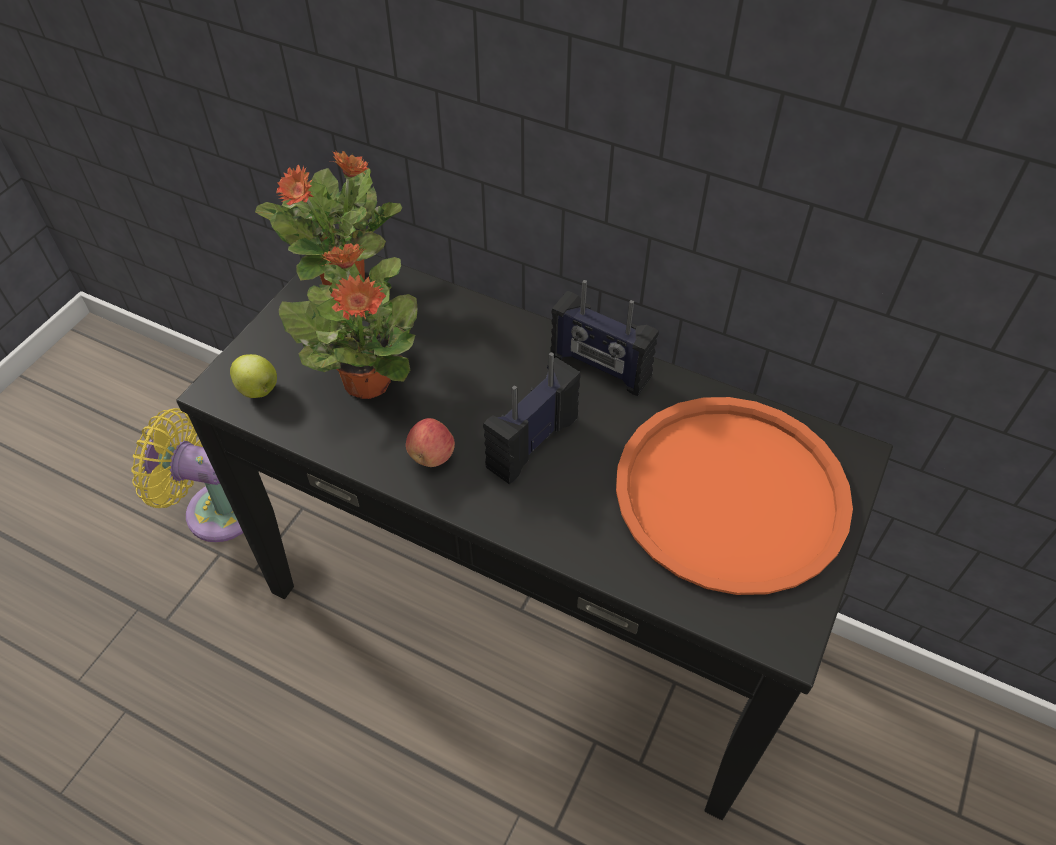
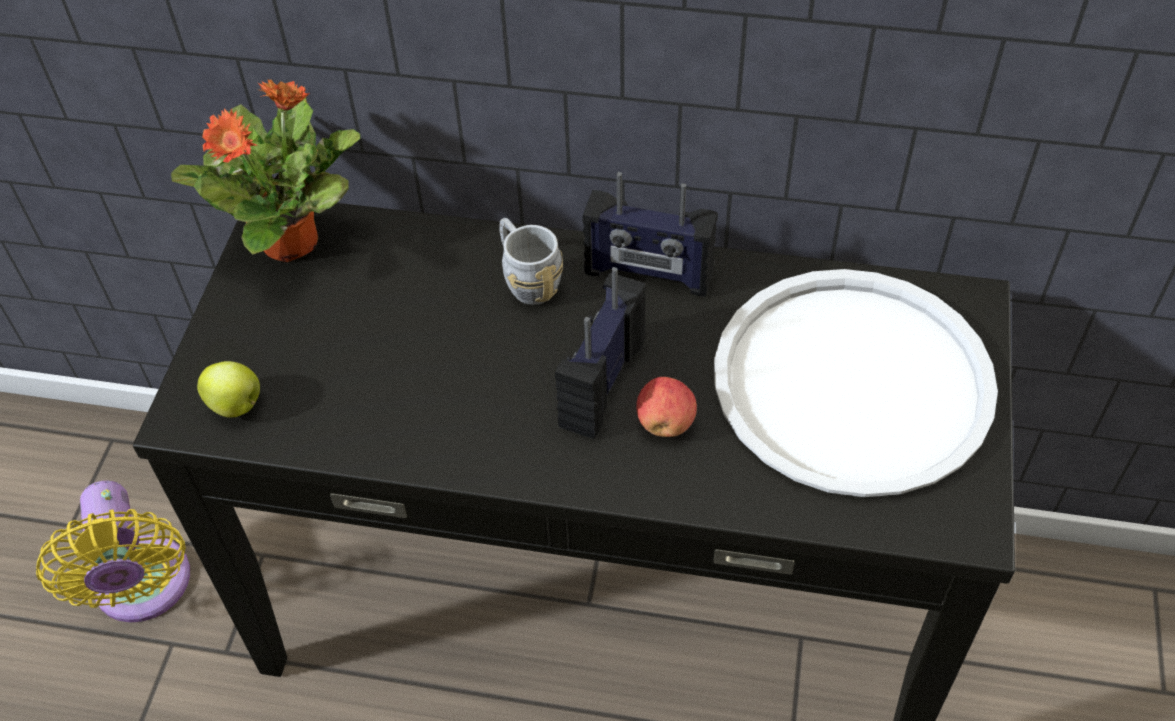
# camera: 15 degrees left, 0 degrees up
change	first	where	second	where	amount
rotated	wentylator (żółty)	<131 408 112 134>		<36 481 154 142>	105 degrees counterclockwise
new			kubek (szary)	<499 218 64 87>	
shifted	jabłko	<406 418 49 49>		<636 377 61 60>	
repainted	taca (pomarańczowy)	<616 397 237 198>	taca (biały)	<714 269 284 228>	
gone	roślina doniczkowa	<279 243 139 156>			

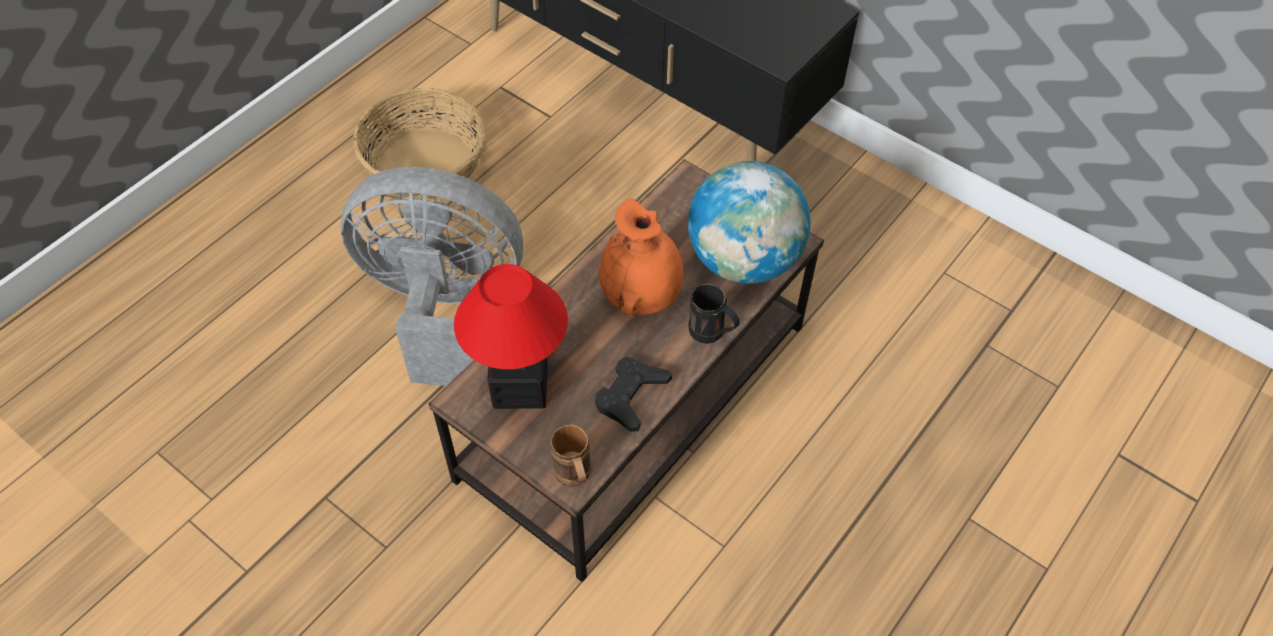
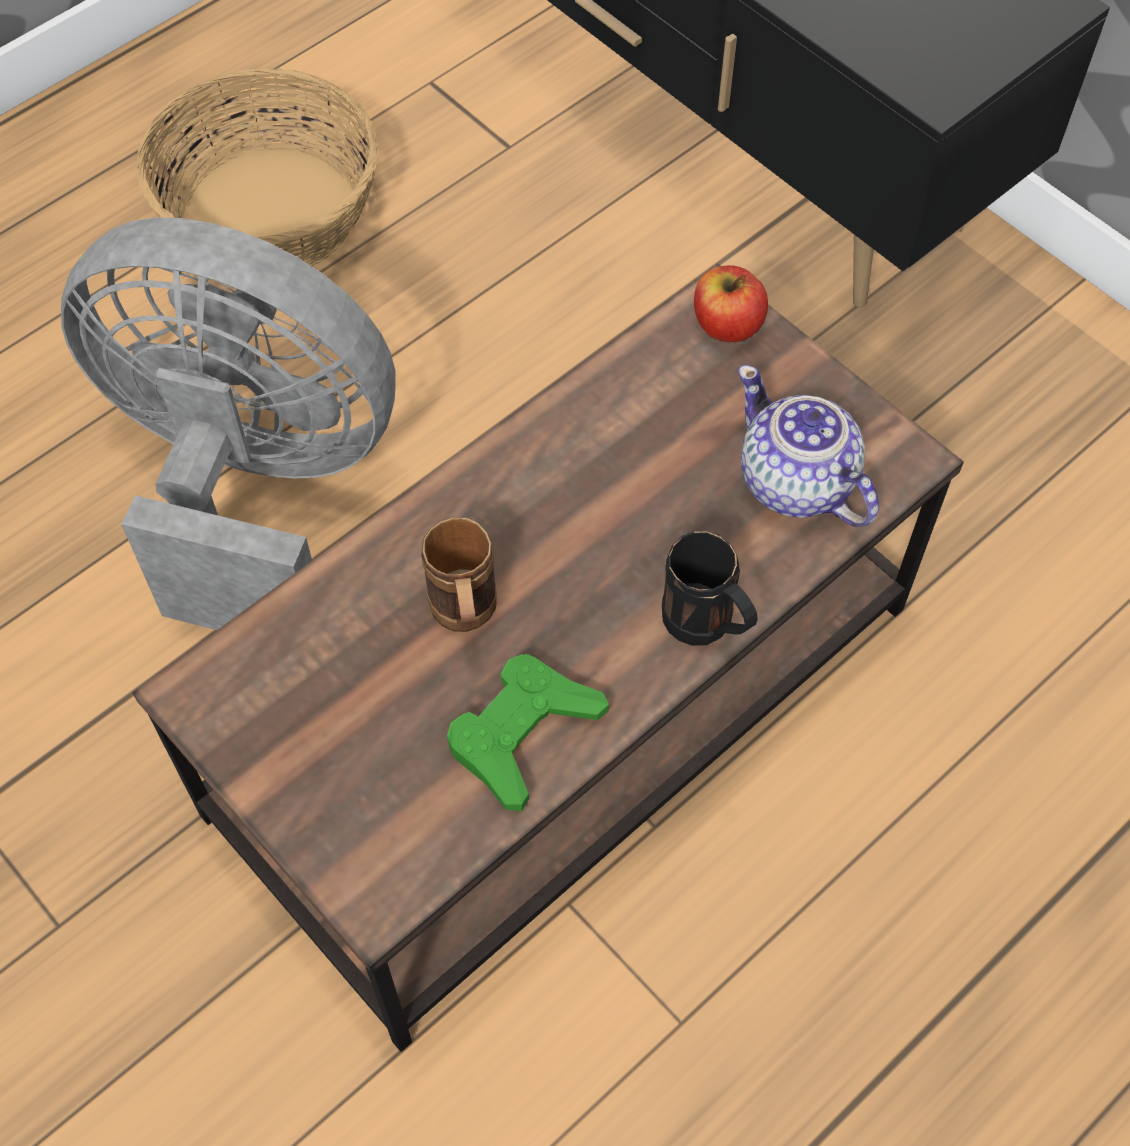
# camera: 10 degrees right, 5 degrees up
change	first	where	second	where	amount
shifted	kubek (brązowy)	<550 424 41 63>		<421 517 76 115>	
repainted	pad do gier (czarny)	<595 357 77 75>	pad do gier (zielony)	<447 654 162 157>	
new			jabłko	<694 265 74 77>	
swapped	globus	<688 161 123 123>	imbryk	<738 365 141 162>	
gone	lampa stołowa	<454 264 114 145>			
gone	wazon (pomarańczowy)	<599 198 85 118>			

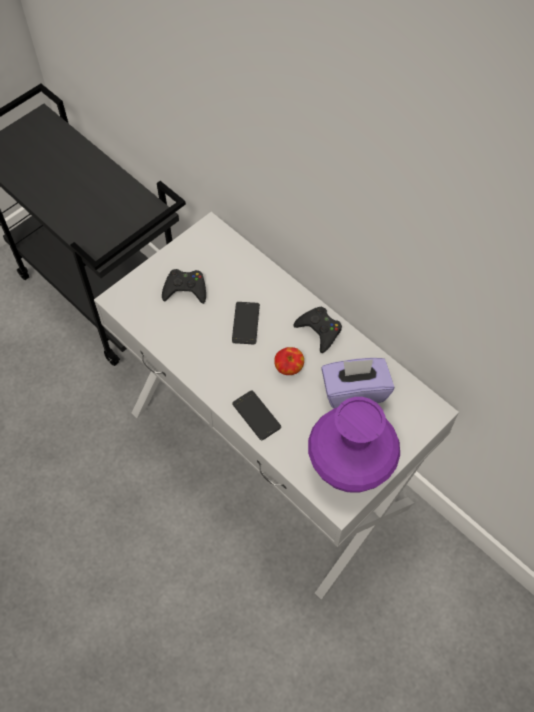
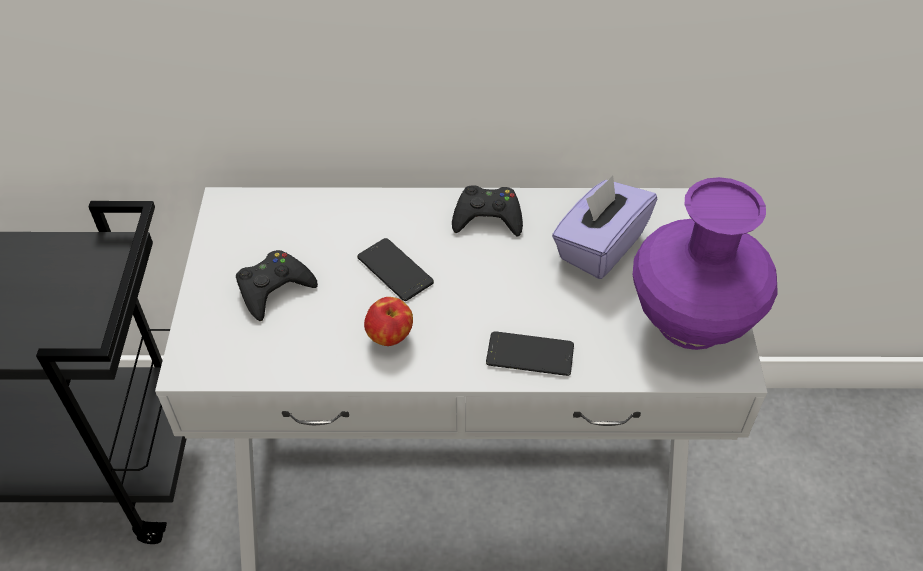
# camera: 45 degrees left, 10 degrees down
change	first	where	second	where	amount
shifted	jabłko	<274 347 30 28>		<364 297 49 49>	

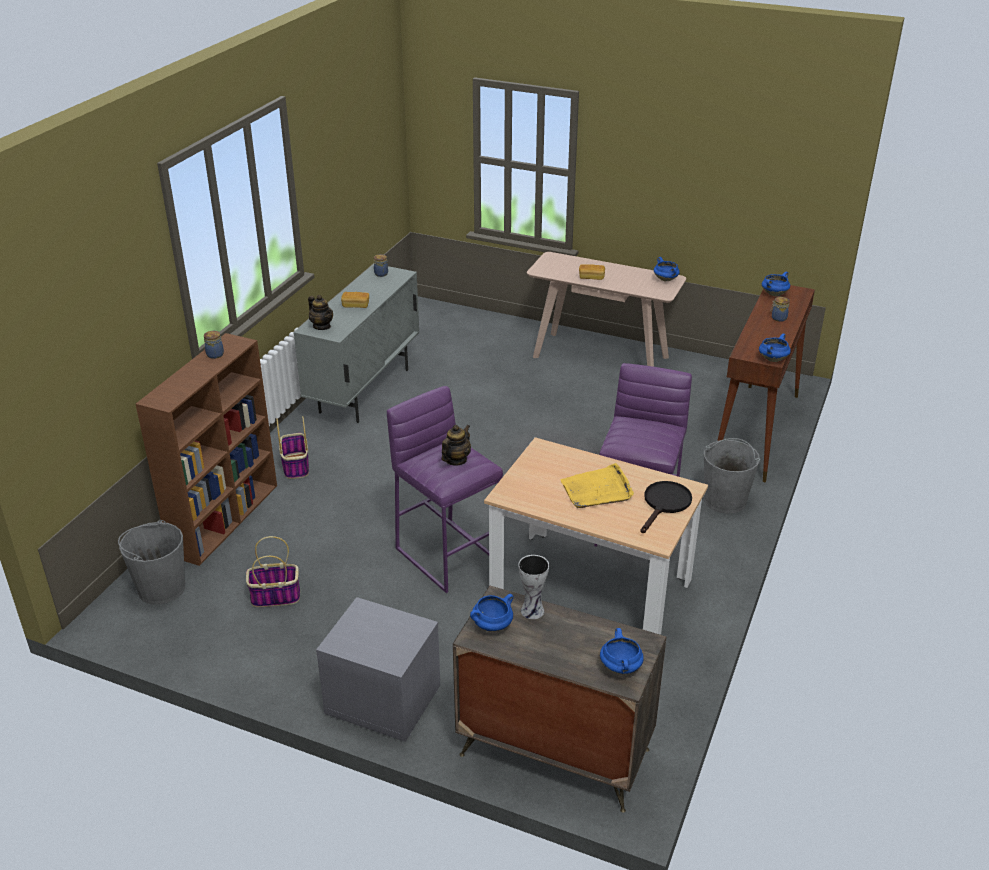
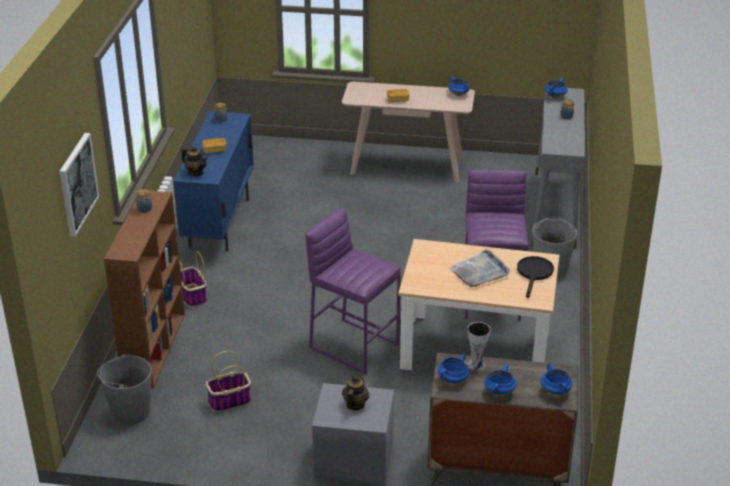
# camera: 15 degrees left, 0 degrees up
change	first	where	second	where	amount
new			obraz	<59 133 40 104>	
repainted	szafka (szary)	<293 264 126 159>	szafka (niebieski)	<174 111 80 141>	
shifted	imbryk	<442 424 29 42>		<342 372 27 38>	
repainted	taca (żółty)	<560 463 74 45>	taca (szary)	<450 249 60 38>	
shifted	garnek (niebieski)	<759 334 32 28>		<484 364 32 32>	
repainted	stolik konsolowy (brązowy)	<717 285 98 197>	stolik konsolowy (szary)	<531 86 54 163>	

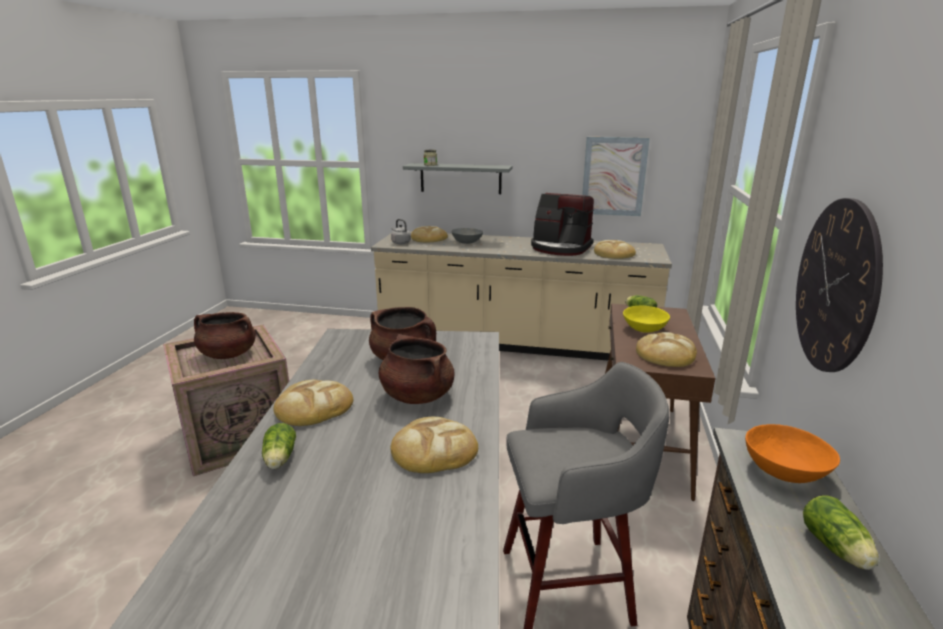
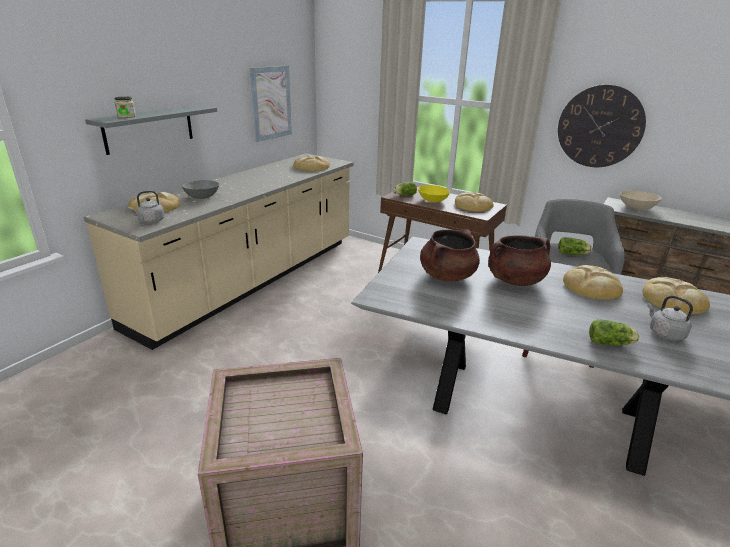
# camera: 70 degrees left, 5 degrees up
change	first	where	second	where	amount
shifted	sałata	<803 495 76 75>		<558 237 34 18>	
repainted	miska (pomarańczowy)	<745 424 95 59>	miska (beżowy)	<620 191 41 19>	
shifted	chleb	<273 380 80 46>		<643 277 67 38>	
new			czajnik (szary)	<647 295 46 46>	
gone	garnek (brązowy)	<194 312 62 47>			
gone	ekspres do kawy	<531 193 63 63>			

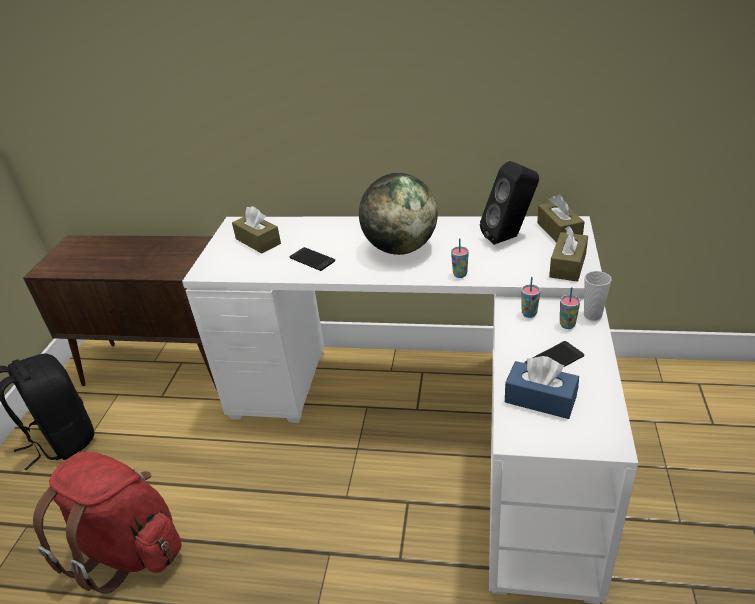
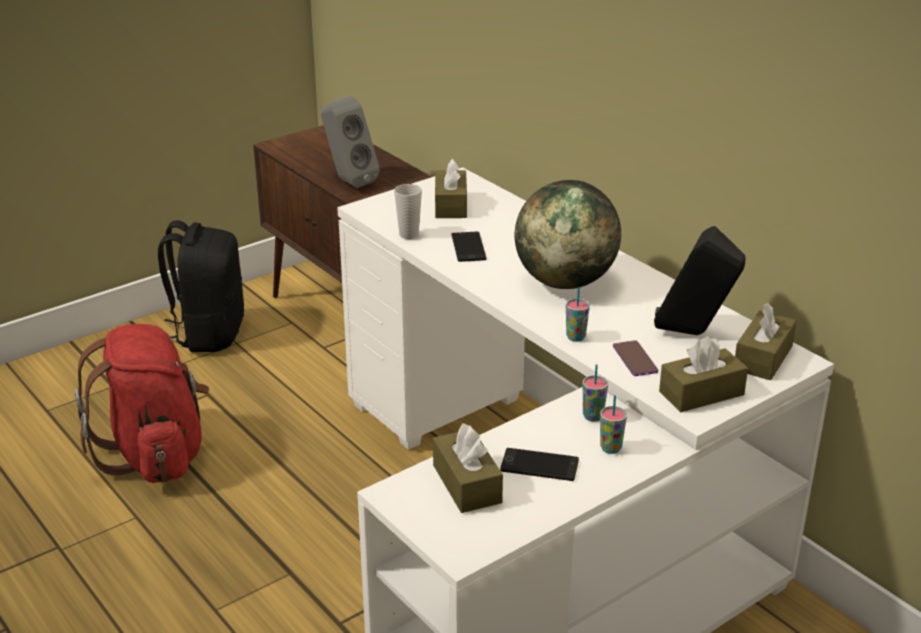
# camera: 40 degrees right, 5 degrees down
change	first	where	second	where	amount
new			głośnik (szary)	<321 96 59 92>	
shifted	filiżanka	<584 271 27 50>		<394 184 28 55>	
repainted	pudełko chusteczek (niebieski)	<505 356 74 63>	pudełko chusteczek (brązowy)	<433 423 70 90>	
new			telefon	<613 340 46 36>	

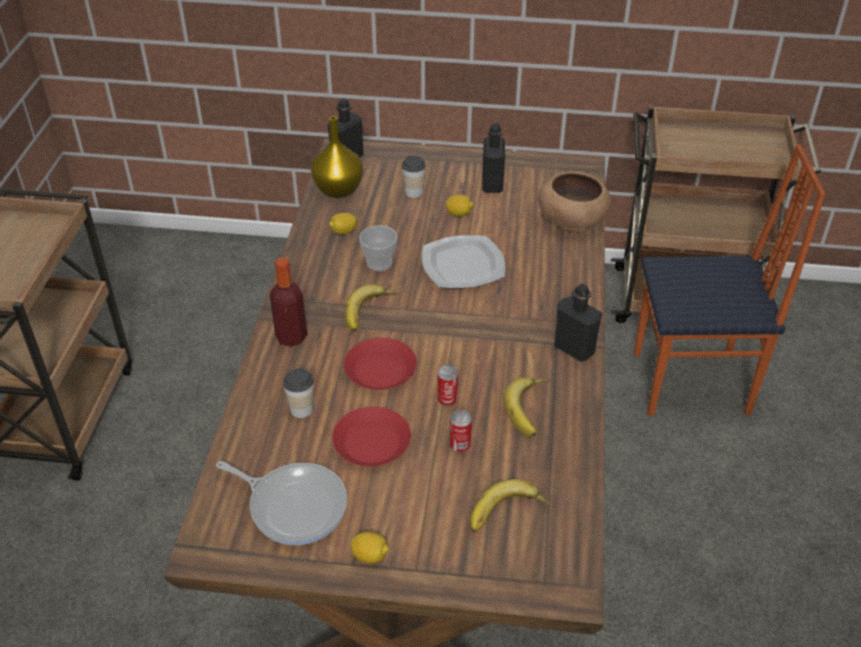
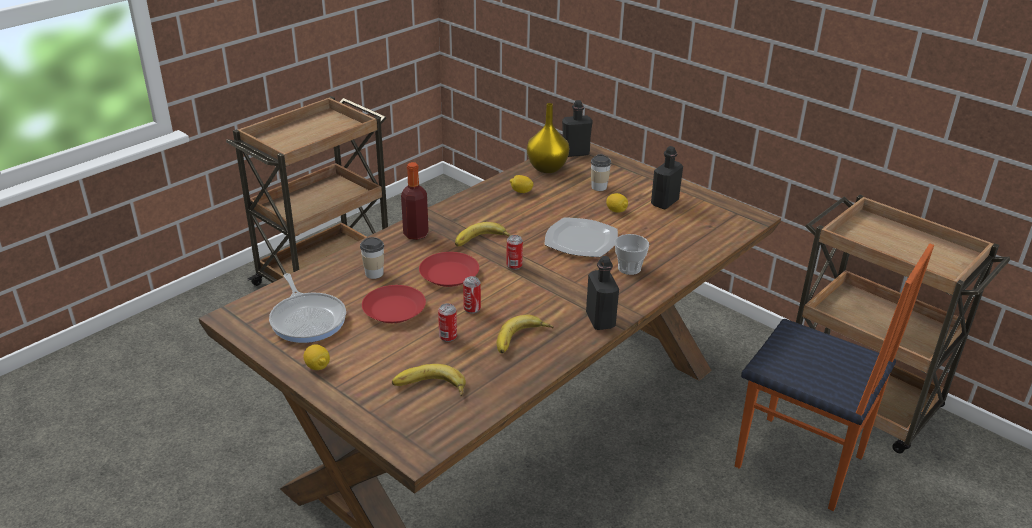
# camera: 35 degrees right, 10 degrees down
change	first	where	second	where	amount
new			puszka	<506 235 17 35>	
shifted	filiżanka	<359 225 39 46>		<615 234 34 41>	
gone	miska (brązowy)	<538 171 73 62>			

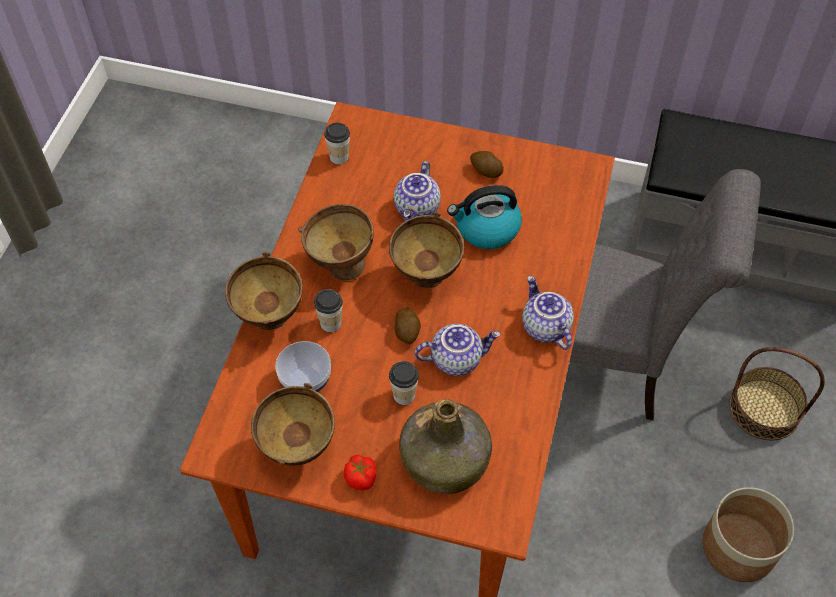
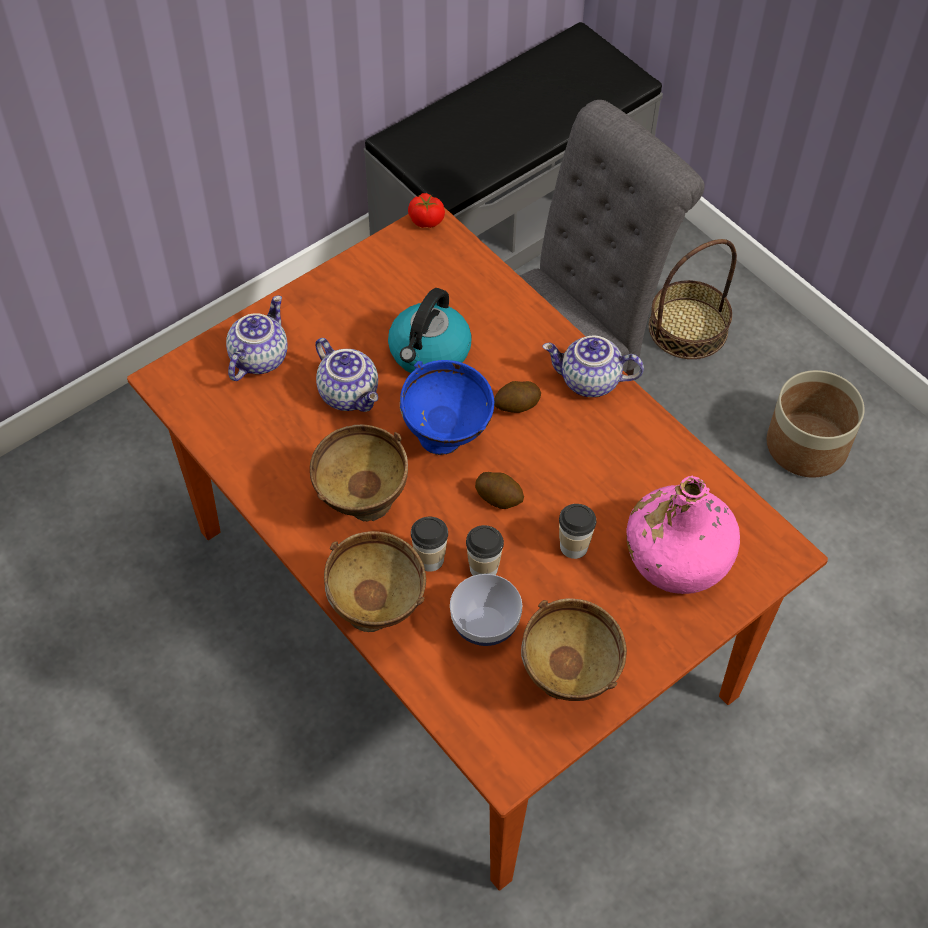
# camera: 55 degrees left, 0 degrees up
change	first	where	second	where	amount
shifted	imbryk	<415 324 85 52>		<226 295 61 86>	
repainted	miska (brązowy)	<389 212 75 76>	miska (niebieski)	<400 360 94 95>	
shifted	pomidor	<344 455 32 35>		<408 193 37 35>	
shifted	filiżanka	<324 123 26 41>		<466 525 38 51>	
shifted	ziemniak	<470 151 34 27>		<494 381 47 32>	
repainted	butelka (zielony)	<399 399 93 95>	butelka (różowy)	<626 476 114 118>	

